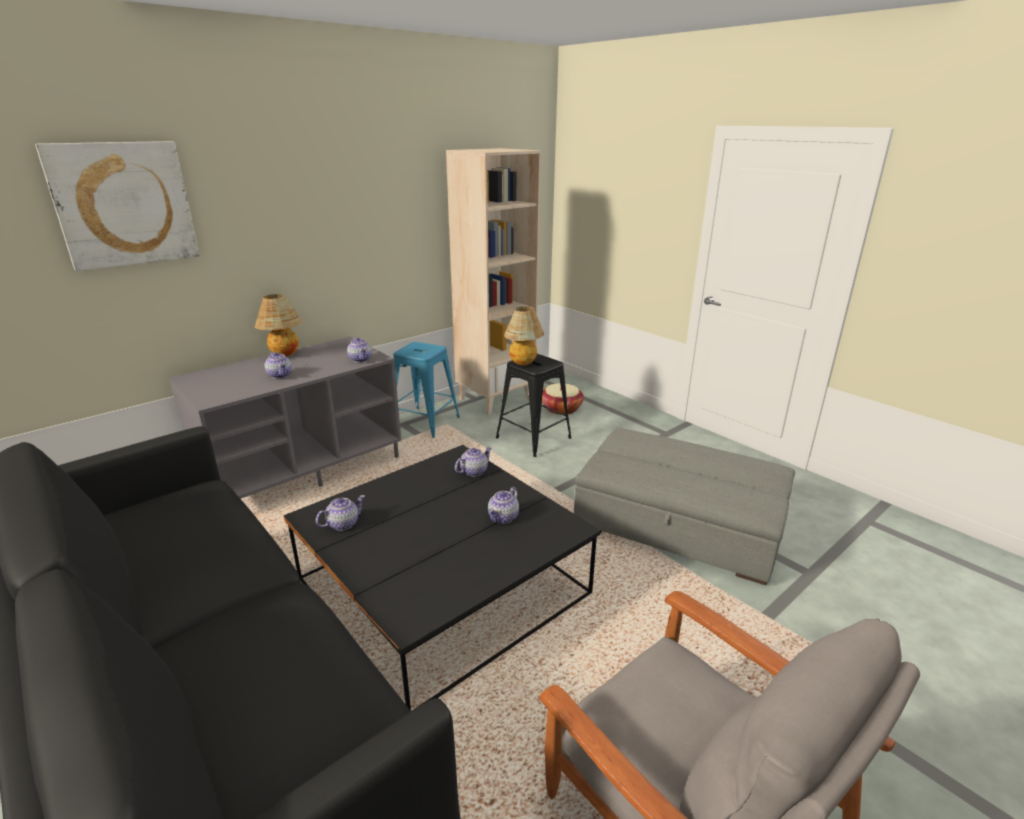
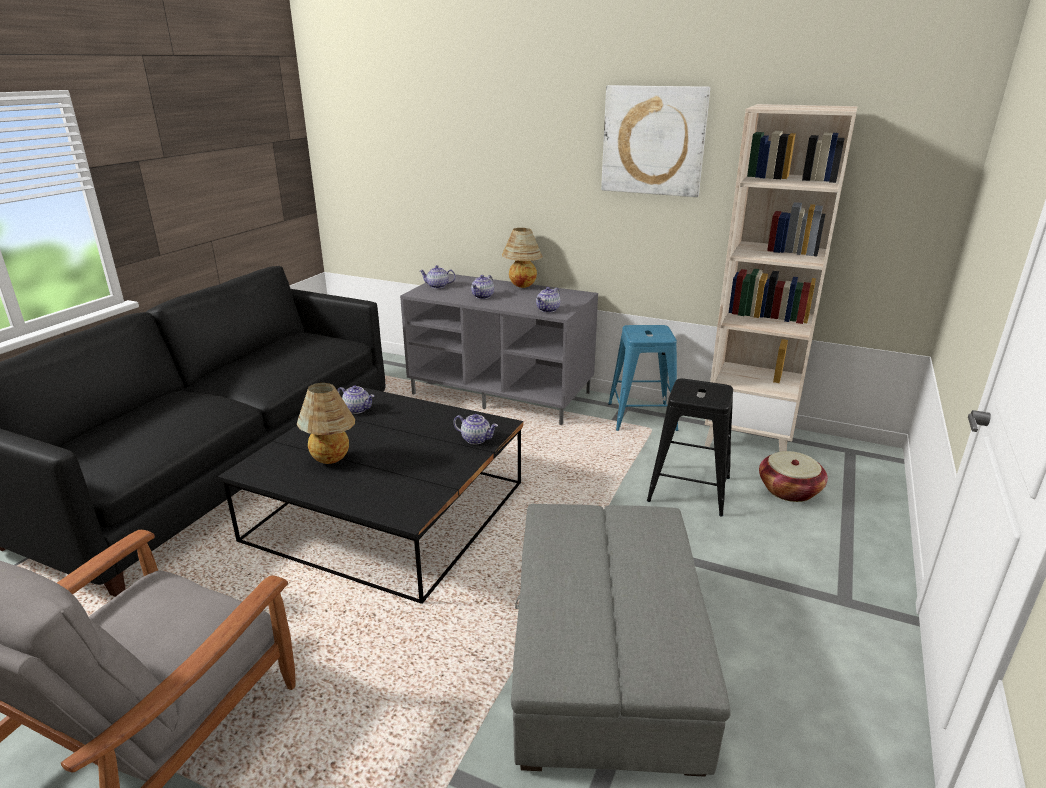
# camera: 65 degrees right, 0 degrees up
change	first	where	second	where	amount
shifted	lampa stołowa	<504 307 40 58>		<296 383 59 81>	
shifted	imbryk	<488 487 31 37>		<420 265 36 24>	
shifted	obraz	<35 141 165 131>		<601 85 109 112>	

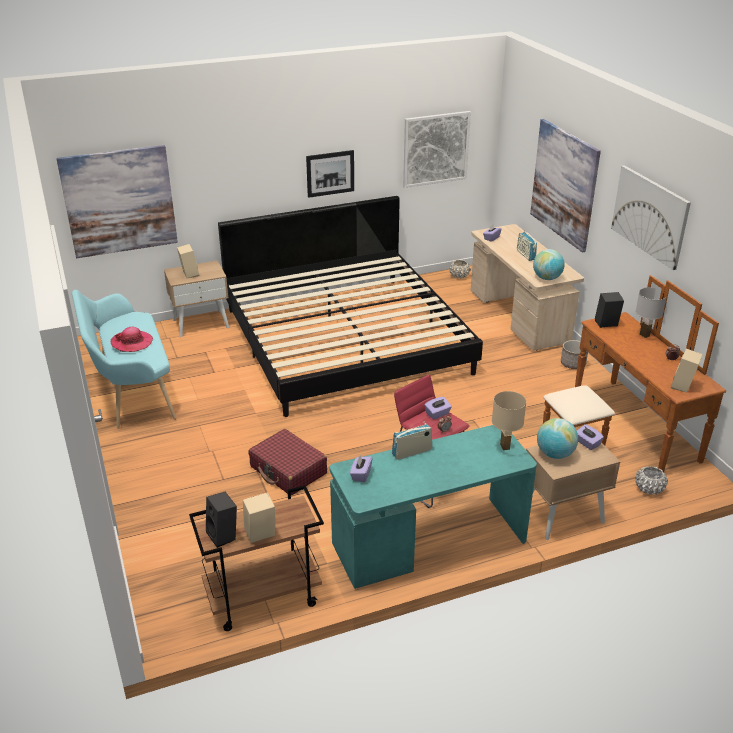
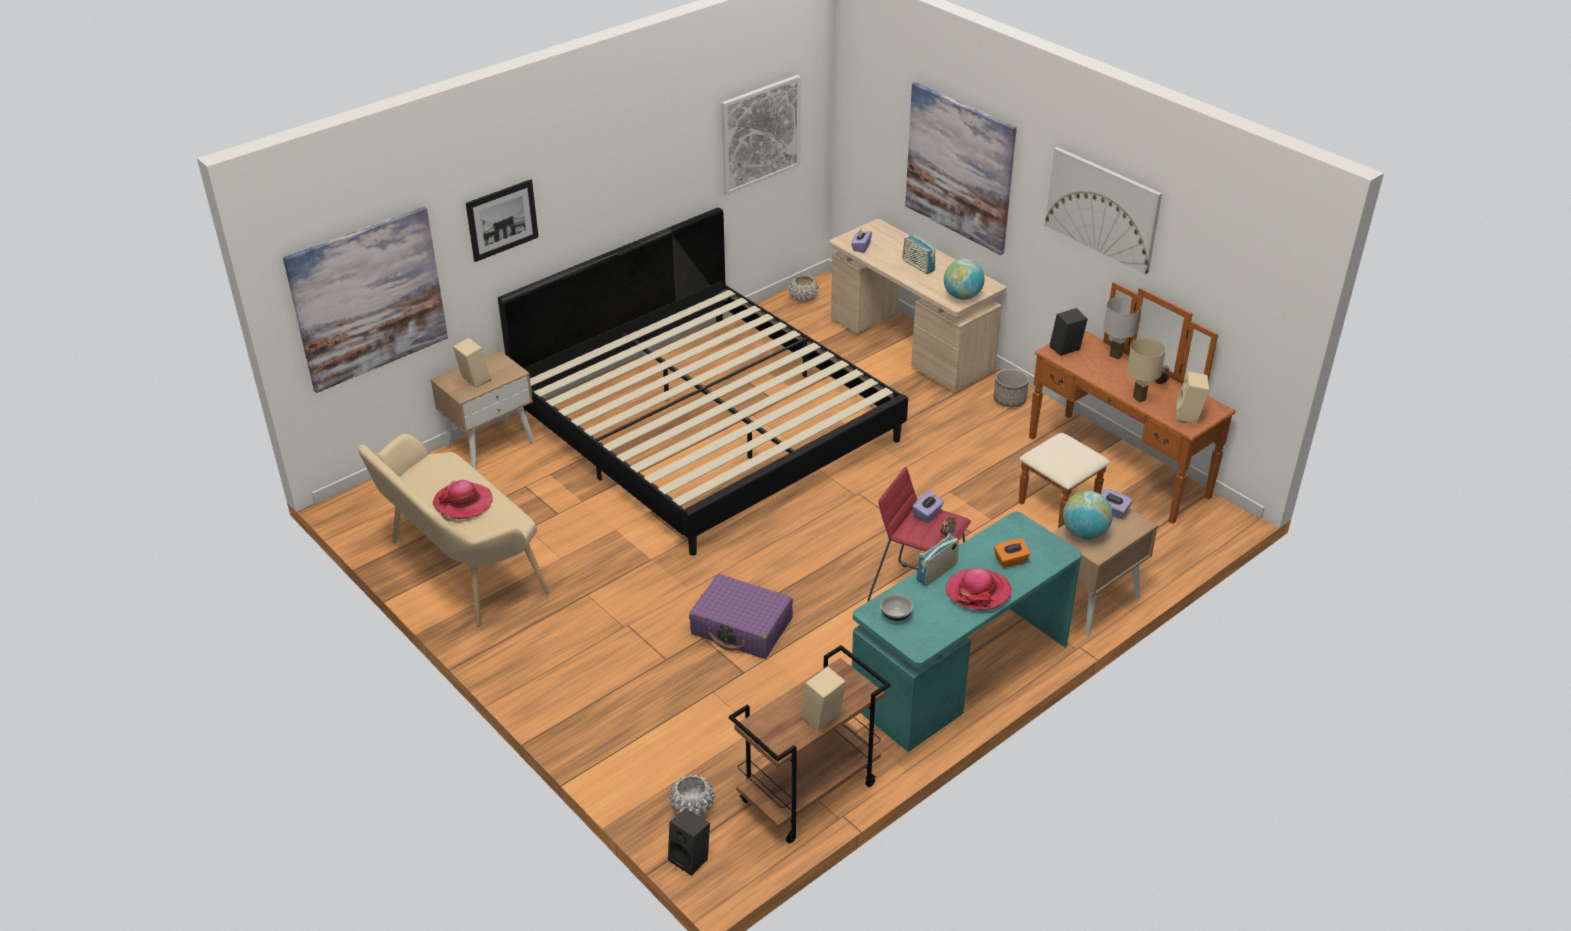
# camera: 20 degrees left, 5 degrees up
change	first	where	second	where	amount
repainted	ławka (turkusowy)	<72 290 104 139>	ławka (beżowy)	<358 434 192 192>	
shifted	obraz	<306 150 48 48>		<466 179 73 83>	
shifted	głośnik (czarny)	<206 492 31 56>		<668 808 42 68>	
shifted	donica (biały)	<635 466 33 29>		<669 775 46 41>	
repainted	walizka (czerwony)	<248 429 79 67>	walizka (fioletowy)	<689 574 104 85>	
swapped	pudełko chusteczek (fioletowy)	<350 455 22 27>	miska	<880 594 33 27>	
new			kapelusz	<946 568 66 42>	
new			pudełko chusteczek (pomarańczowy)	<994 539 37 29>	
shifted	lampa stołowa (beżowy)	<492 391 34 59>		<1127 338 39 65>	

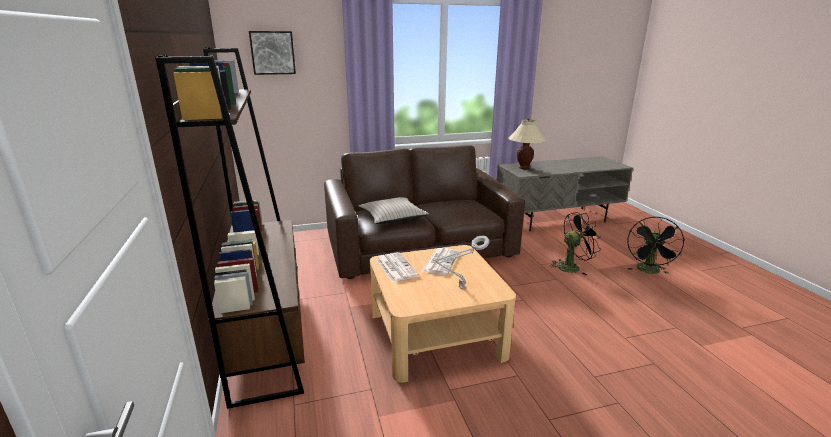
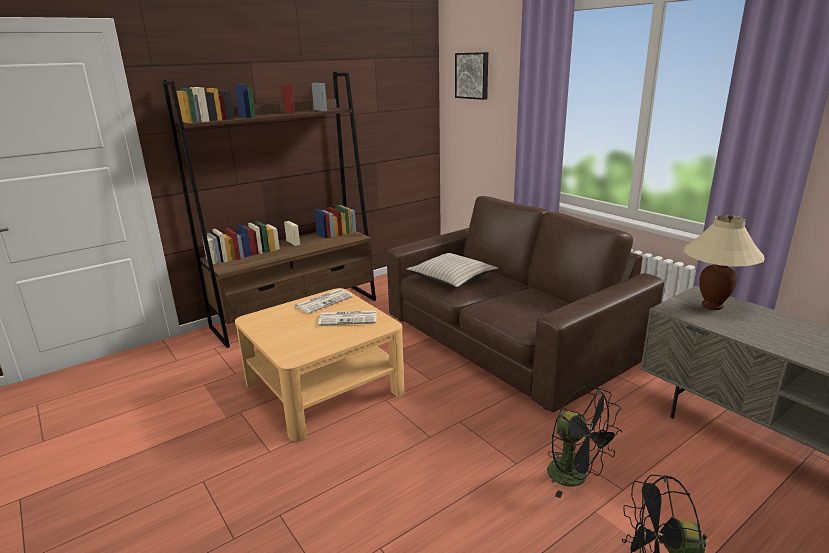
# camera: 70 degrees right, 0 degrees up
change	first	where	second	where	amount
gone	lampa stołowa (szary)	<435 236 54 53>			

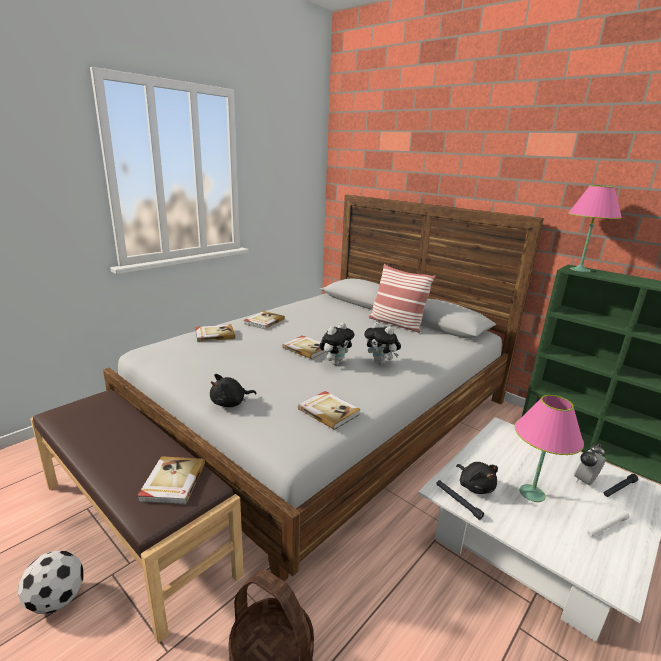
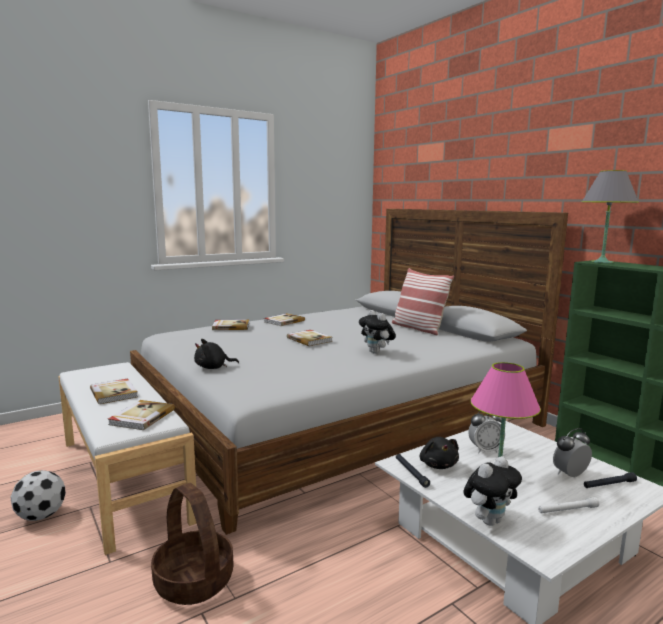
# camera: 15 degrees right, 10 degrees down
change	first	where	second	where	amount
repainted	ławka (brązowy)	<30 390 214 253>	ławka (biały)	<58 362 139 193>	
shifted	książka	<298 391 63 39>		<90 378 48 26>	
shifted	pluszak	<319 322 35 43>		<463 456 59 70>	
new			budzik	<468 411 37 42>	
repainted	lampa stołowa (różowy)	<568 185 54 87>	lampa stołowa (szary)	<581 170 58 93>	

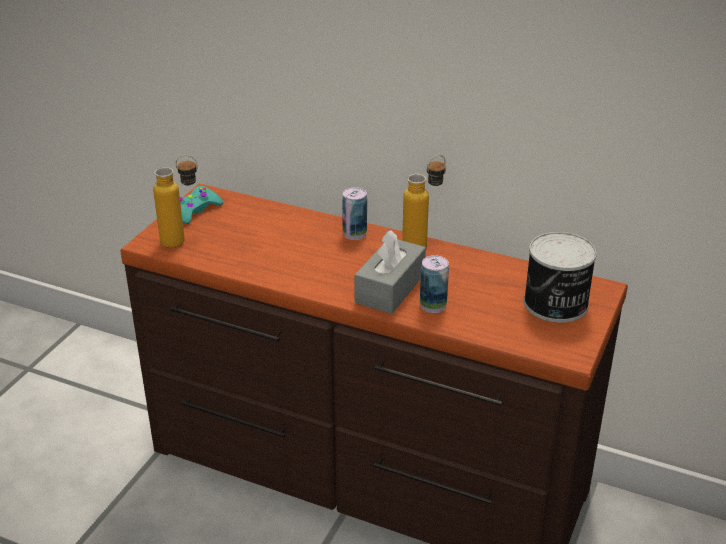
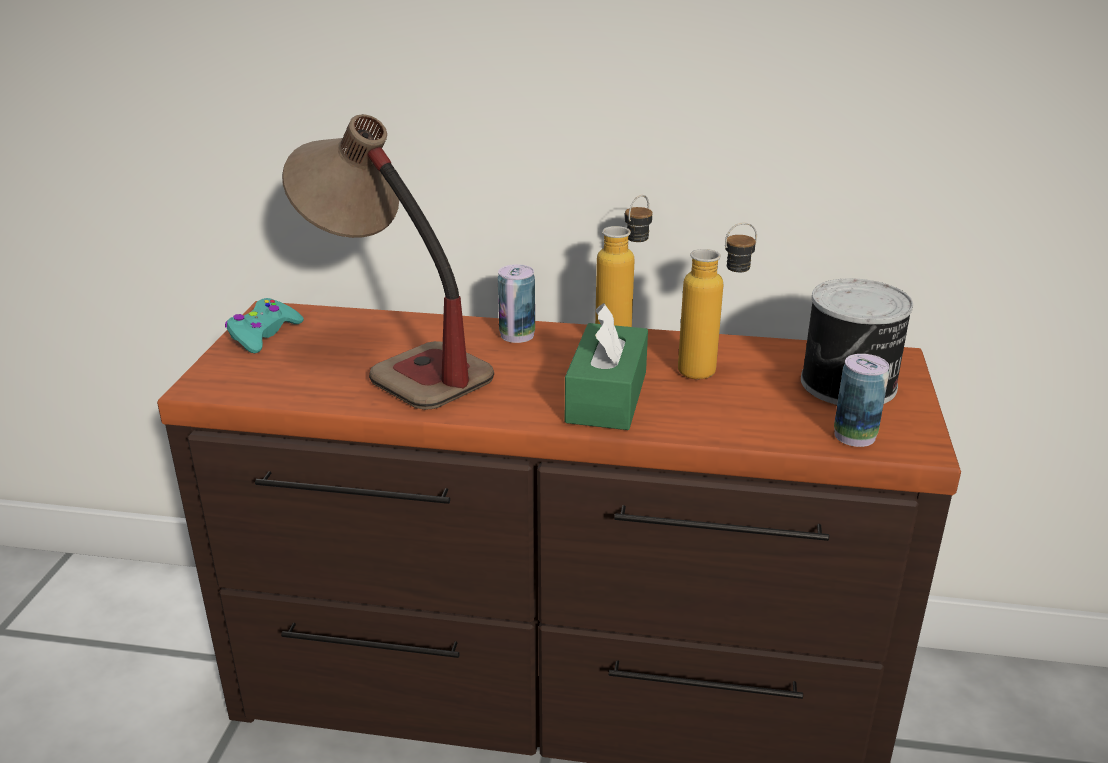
# camera: 15 degrees left, 5 degrees down
change	first	where	second	where	amount
new			lampa stołowa	<282 114 212 296>	
repainted	pudełko chusteczek (szary)	<354 230 72 84>	pudełko chusteczek (zielony)	<565 303 83 127>	
shifted	butelka	<153 155 45 93>		<678 223 79 156>	
shifted	puszka	<420 255 29 58>		<834 354 55 93>	

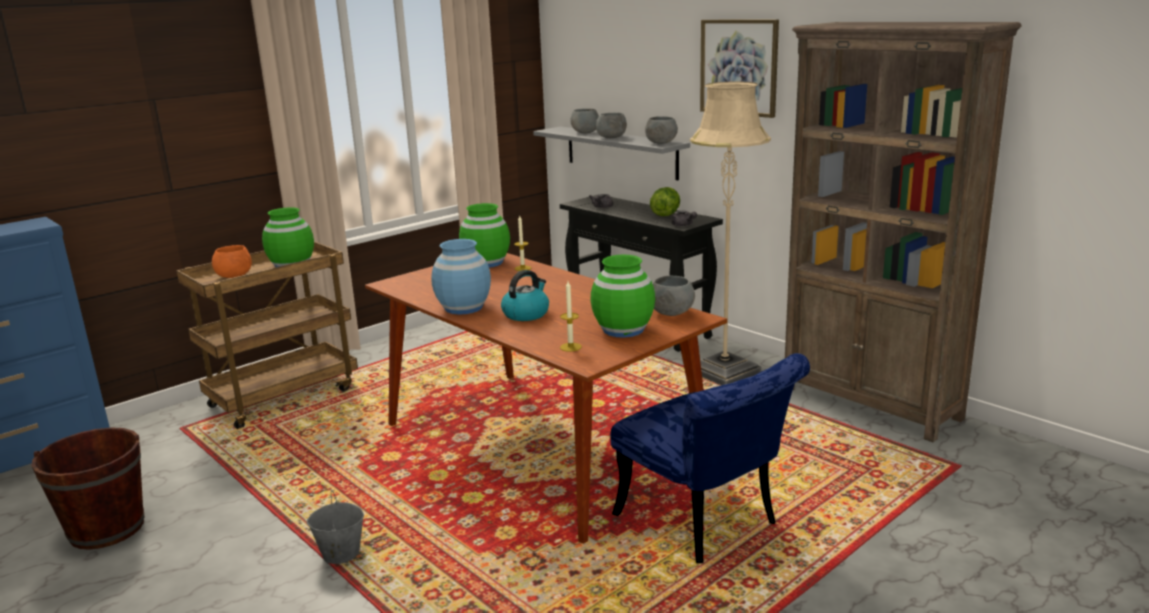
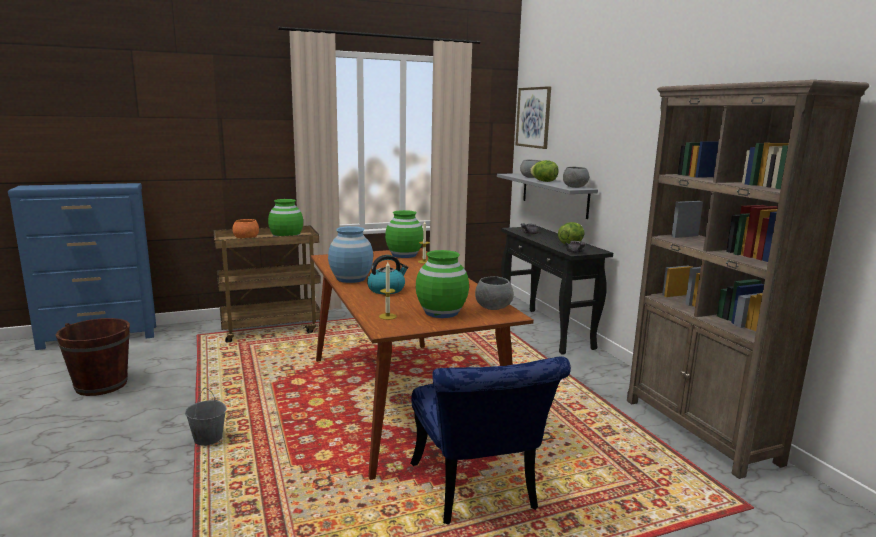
# camera: 20 degrees right, 5 degrees down
change	first	where	second	where	amount
shifted	obraz	<700 19 79 99>		<516 86 35 63>	
swapped	miska (szary)	<596 113 31 25>	sałata	<530 160 29 22>	
gone	lampa stojąca (beżowy)	<690 81 81 304>			

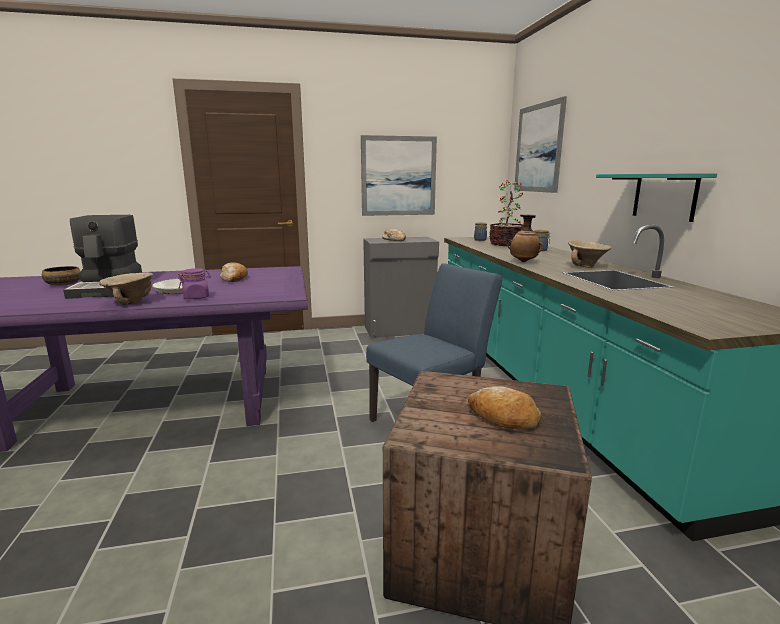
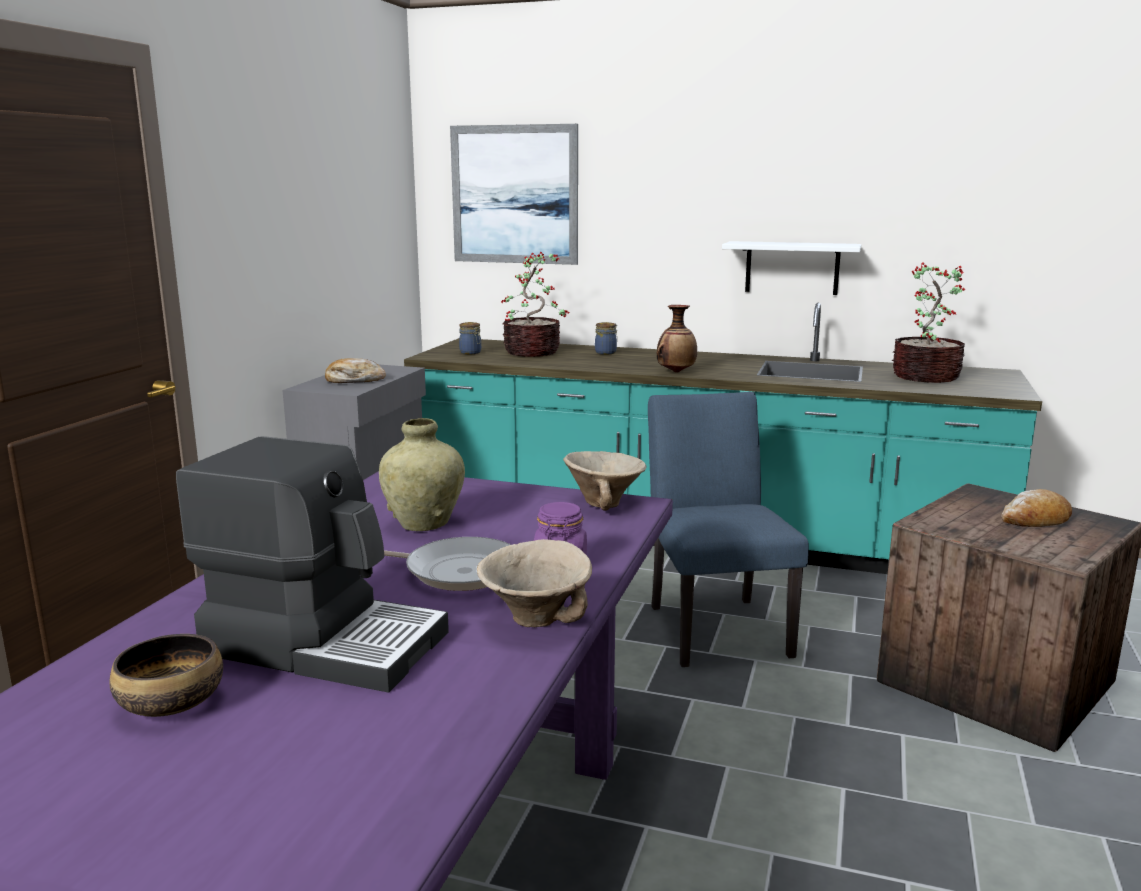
# camera: 60 degrees left, 0 degrees up
change	first	where	second	where	amount
swapped	chleb	<220 262 28 20>	wazon (beżowy)	<379 418 86 113>	
shifted	miska (beżowy)	<568 240 43 28>		<563 451 84 60>	
repainted	półka (turkusowy)	<596 173 121 49>	półka (biały)	<722 241 139 54>	
new			roślina doniczkowa	<892 262 73 121>	
gone	obraz	<361 135 76 81>			

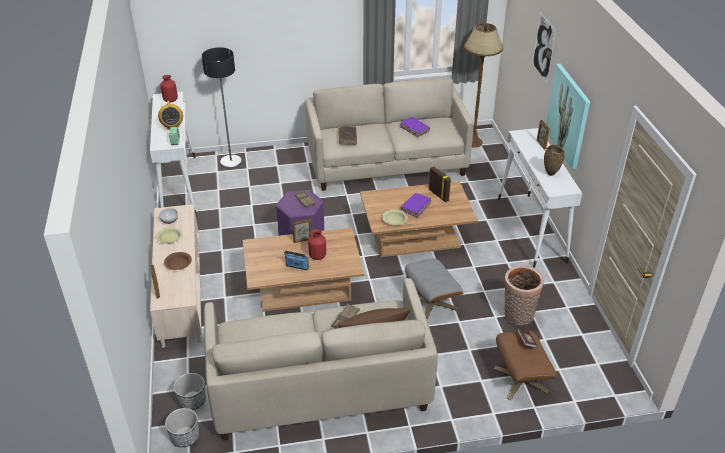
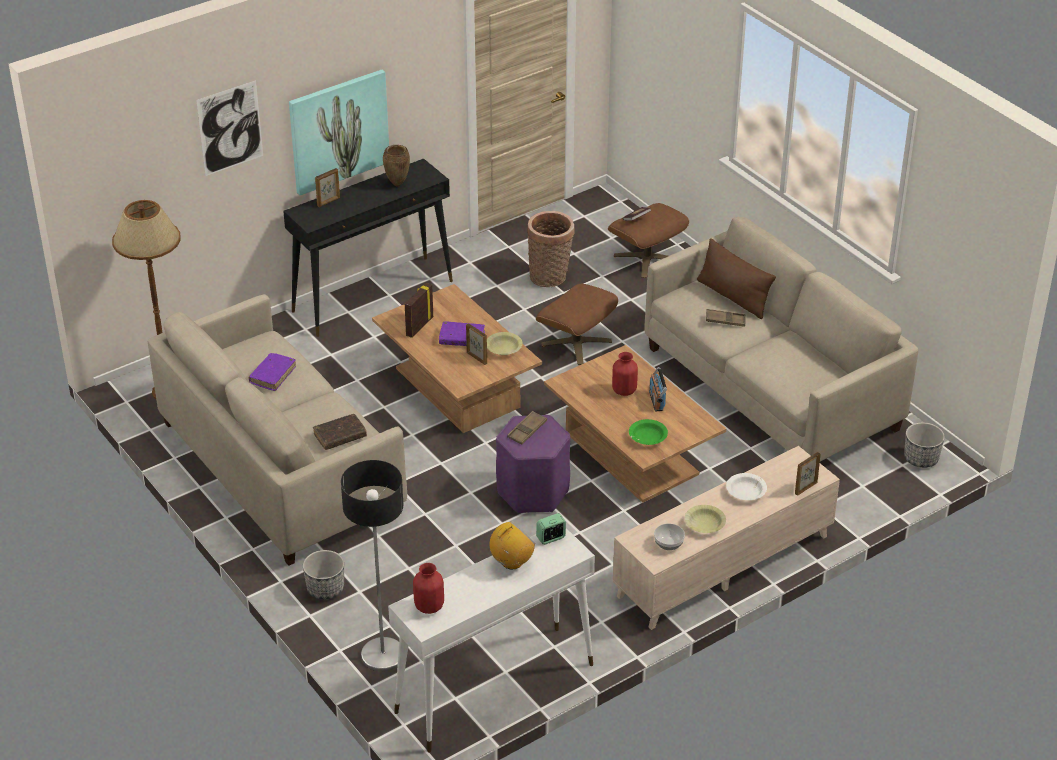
# camera: 115 degrees left, 0 degrees up
change	first	where	second	where	amount
repainted	stolik konsolowy (biały)	<498 128 84 140>	stolik konsolowy (czarny)	<283 159 170 178>	
shifted	donica	<174 373 32 37>		<303 550 41 50>	
shifted	ramka na zdjęcie	<292 218 20 25>		<466 323 21 42>	
repainted	pufa (szary)	<405 259 58 60>	pufa (brązowy)	<536 283 82 82>	
new			miska (zielony)	<629 419 39 26>	
repainted	miska (brązowy)	<164 252 28 18>	miska (biały)	<726 473 41 27>	

